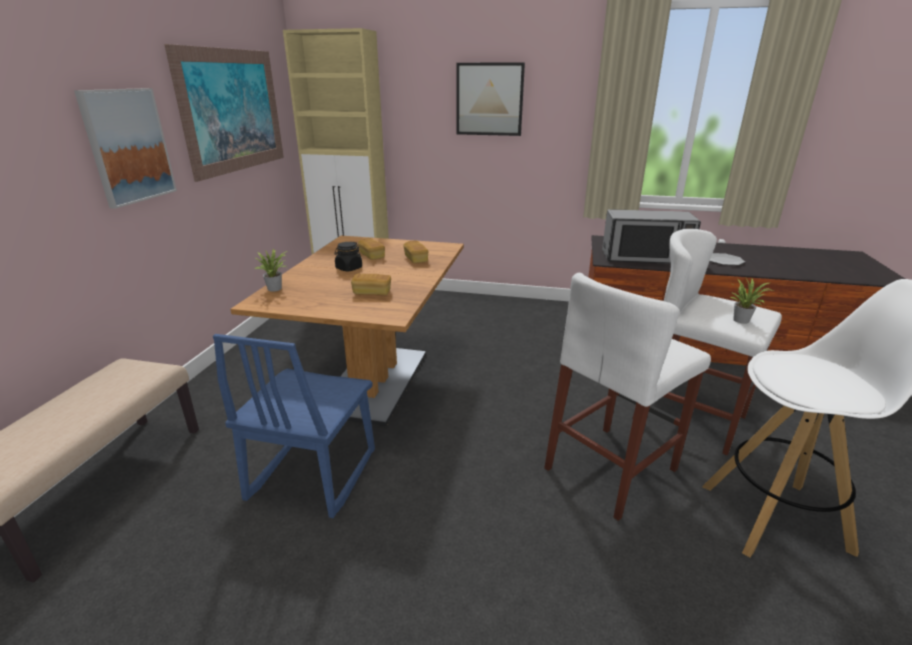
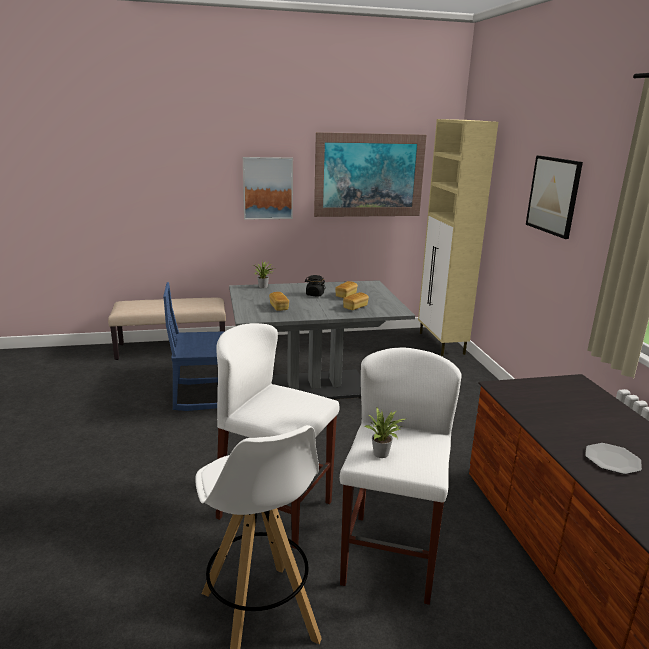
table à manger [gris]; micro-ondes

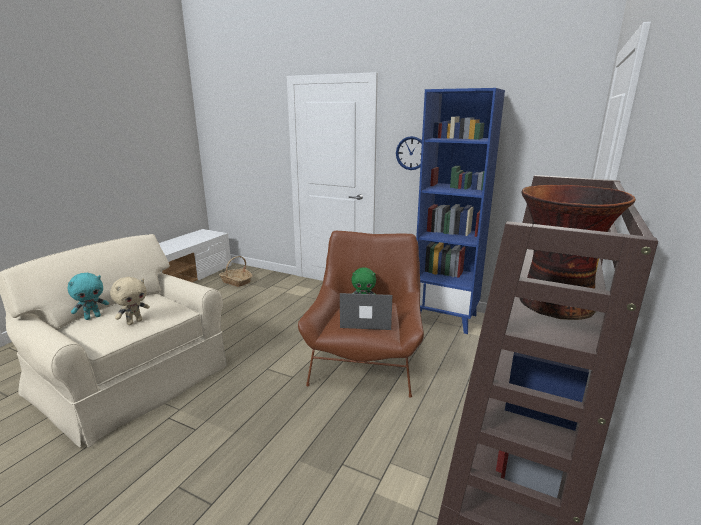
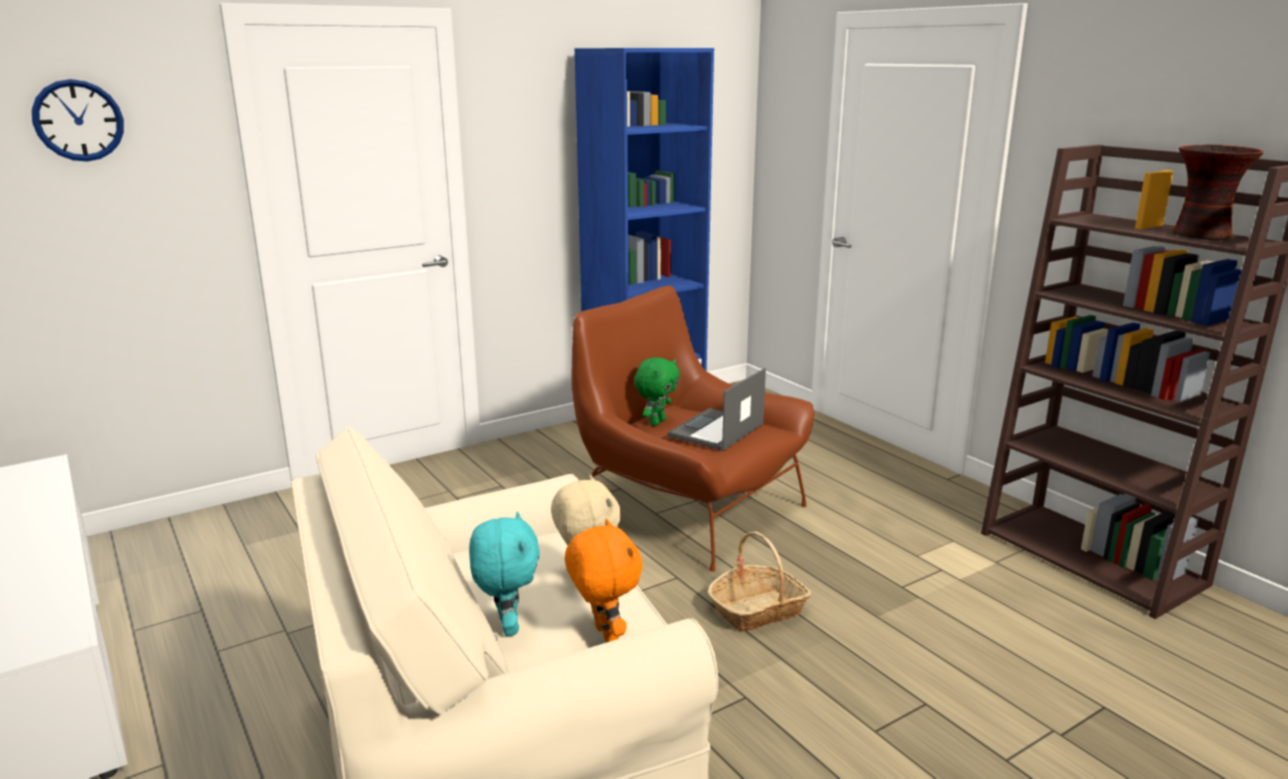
panier; horloge murale; peluche [orange]

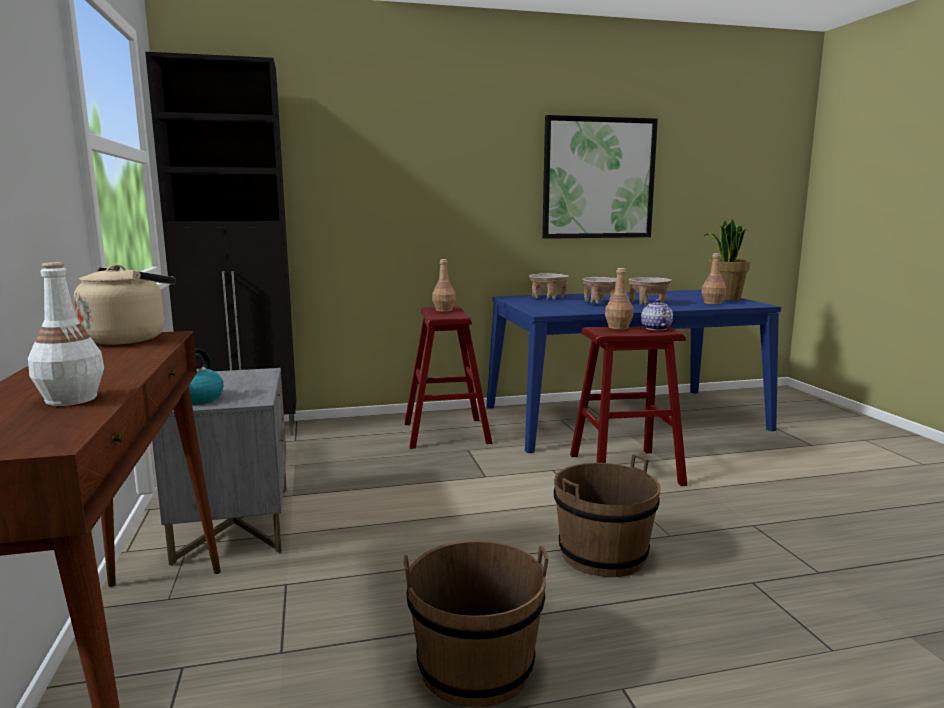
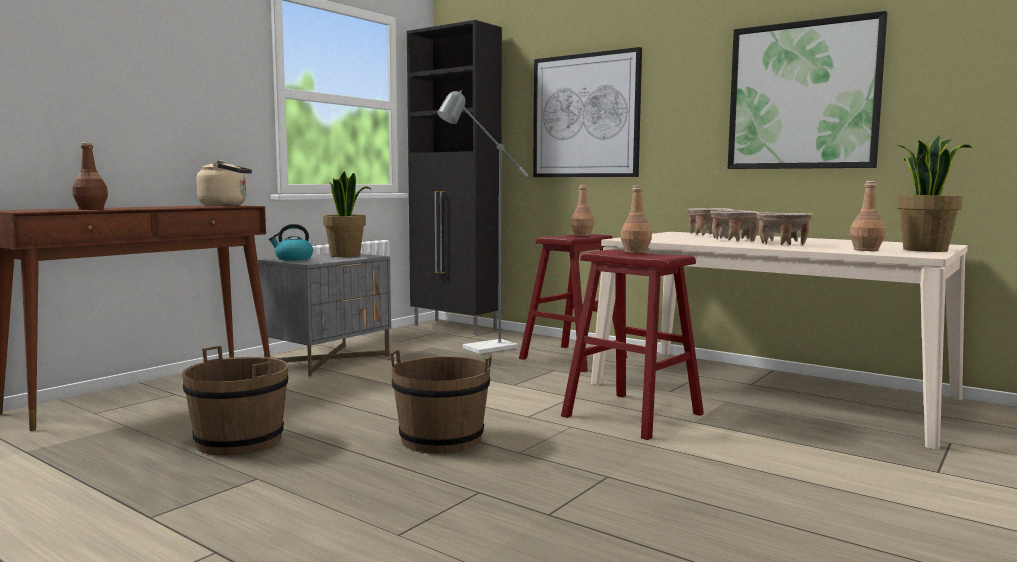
bouteille [marron] (no. 1 from left); table à manger [beige]; théière; plante en pot (no. 1 from left); lampadaire [gris]; tableau (no. 1 from left)

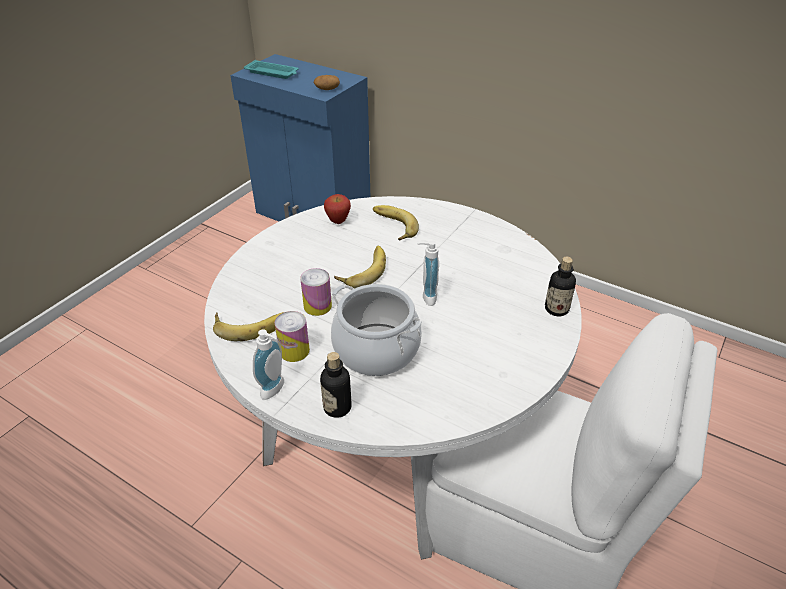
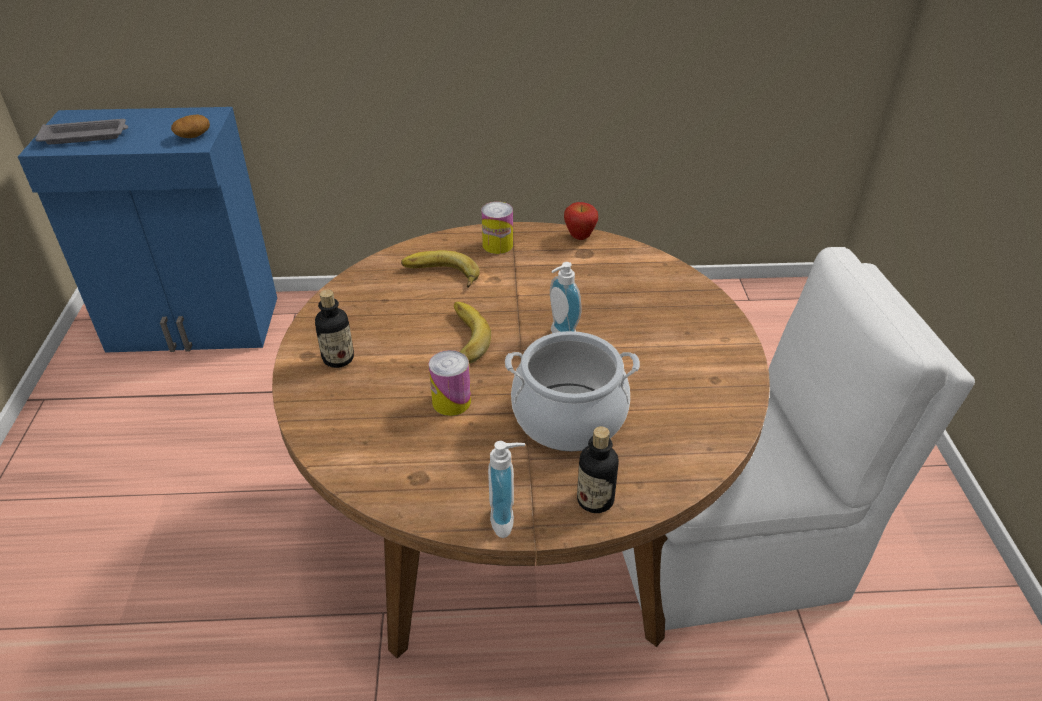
table à manger [marron]; banane (no. 1 from left in the first image); plateau [gris]; boîte métallique (no. 2 from left); pomme; bouteille (no. 1 from left)

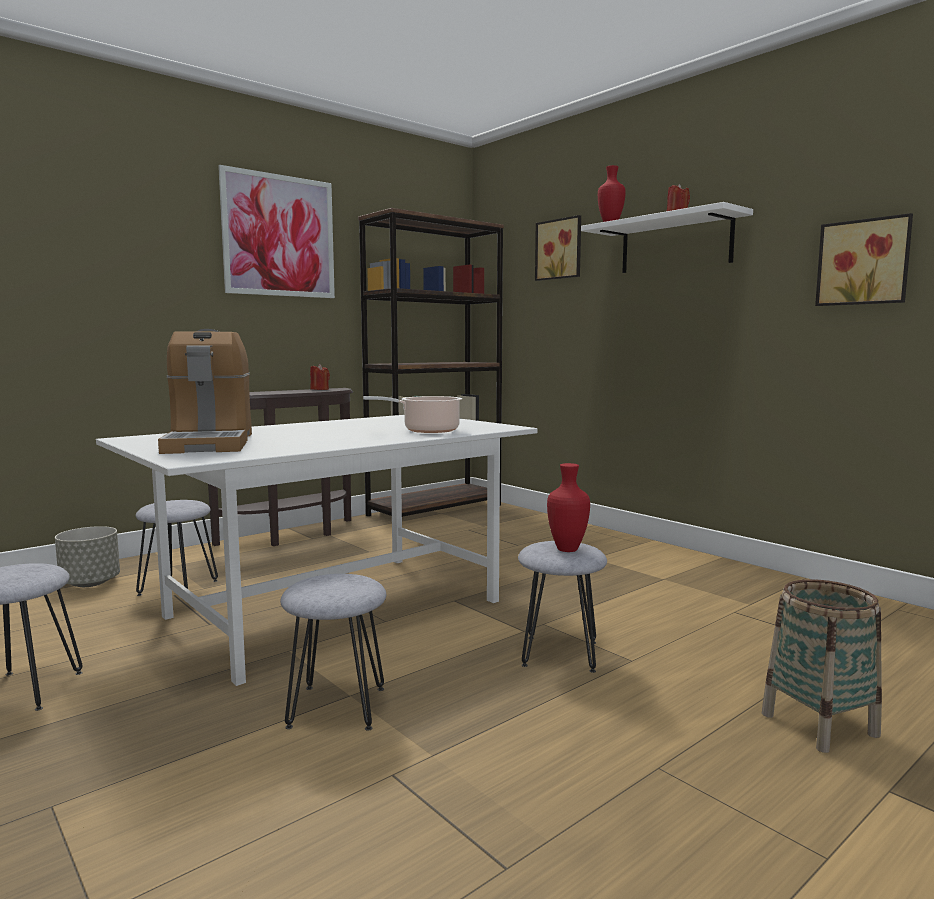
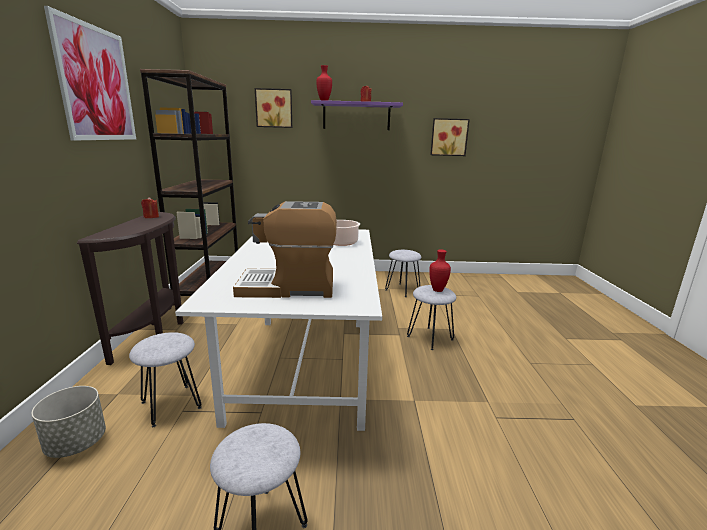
machine à café; tabouret [gris] (no. 3 from left); étagère [violet]; panier

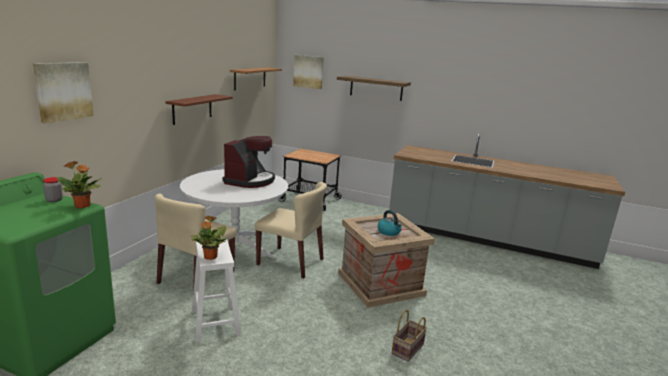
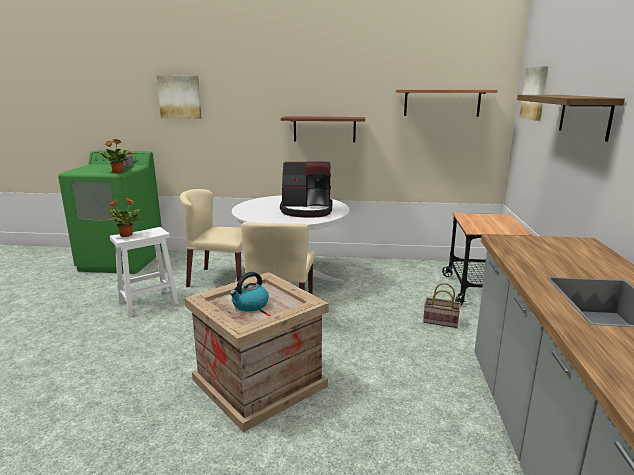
panier

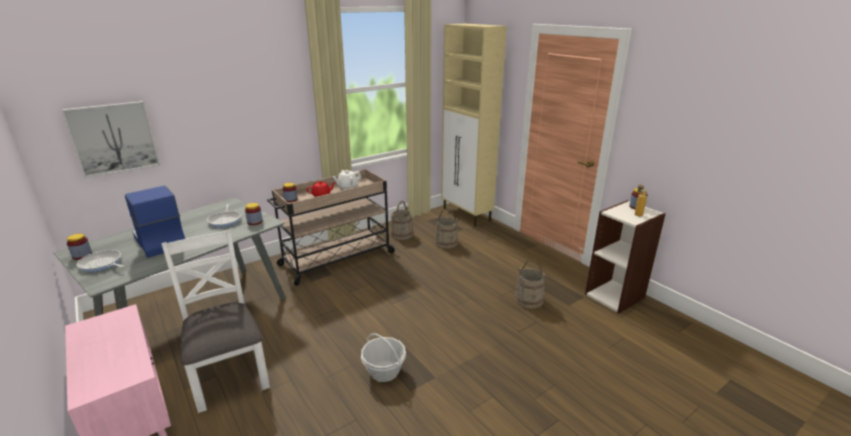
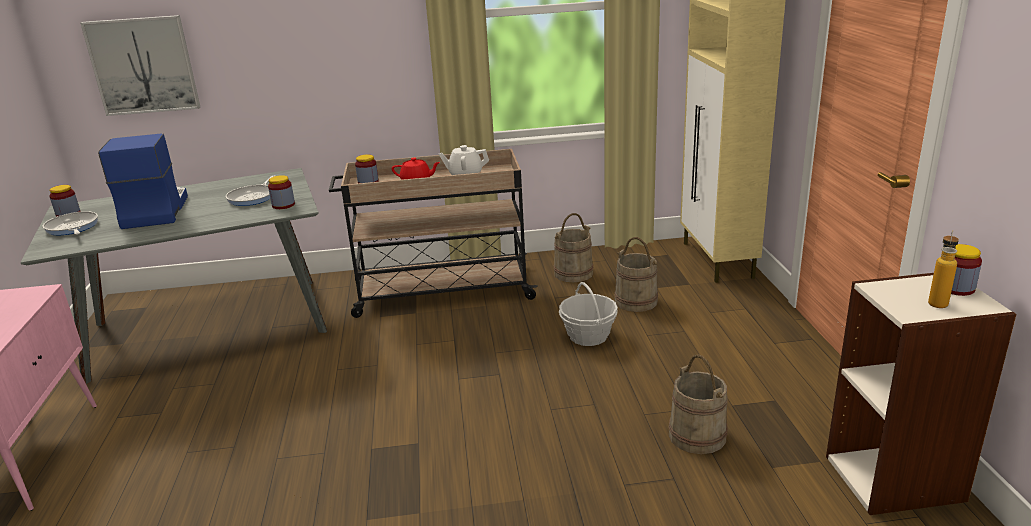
chaise [blanc]; panier

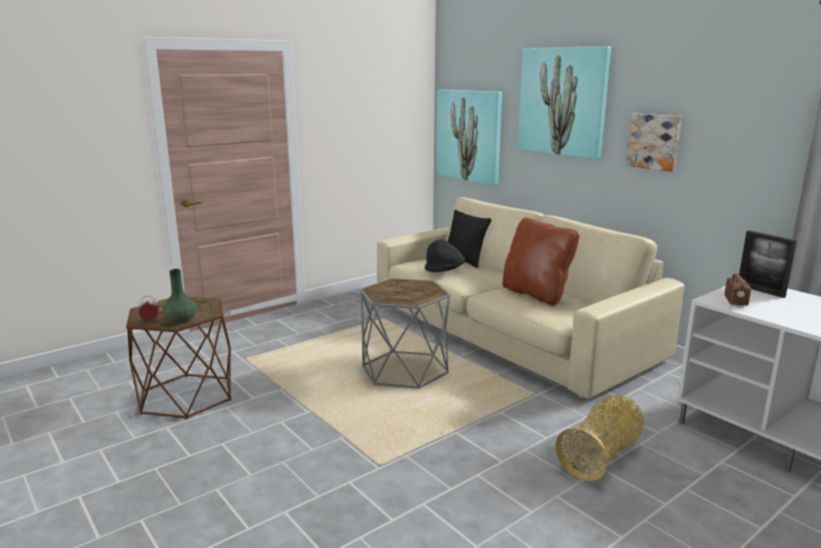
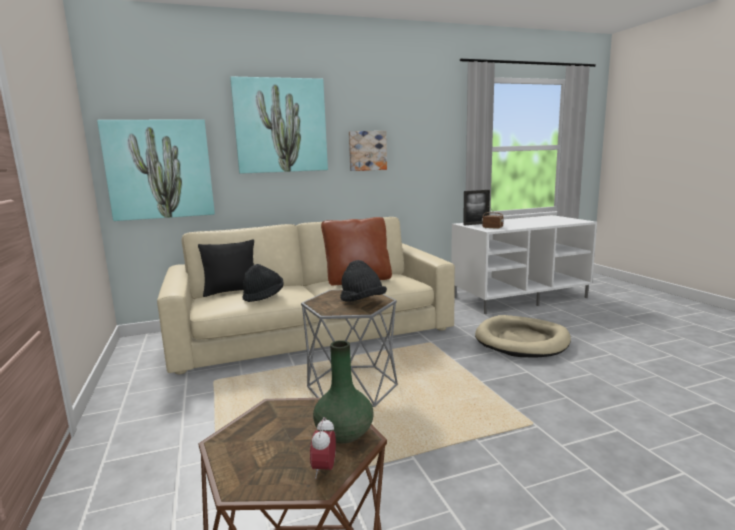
panier pour chien [beige]; chapeau [noir] (no. 2 from left)

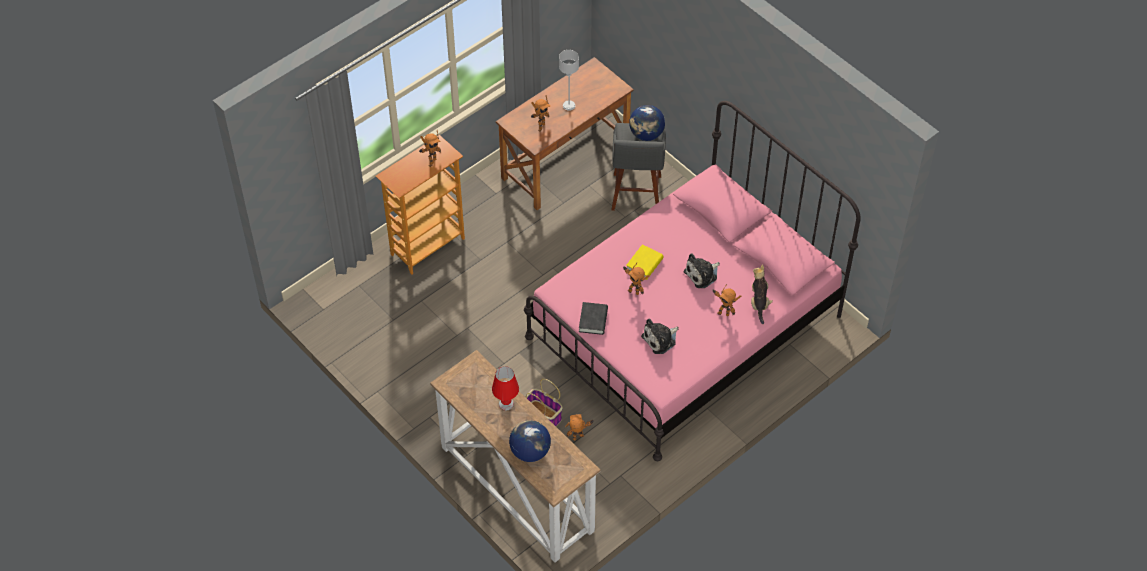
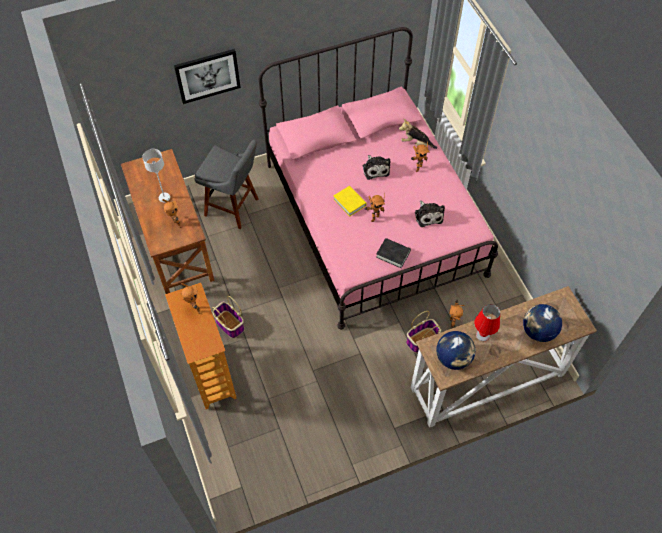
globe (no. 1 from left); tableau; panier (no. 1 from left)

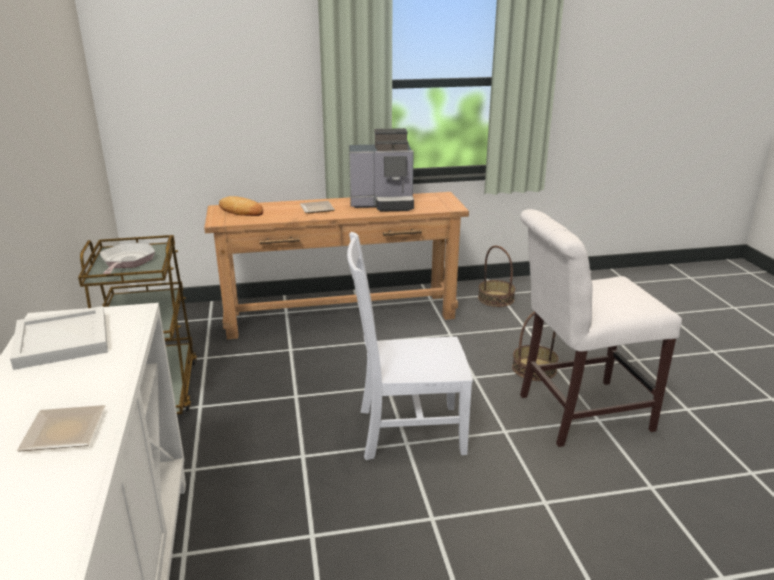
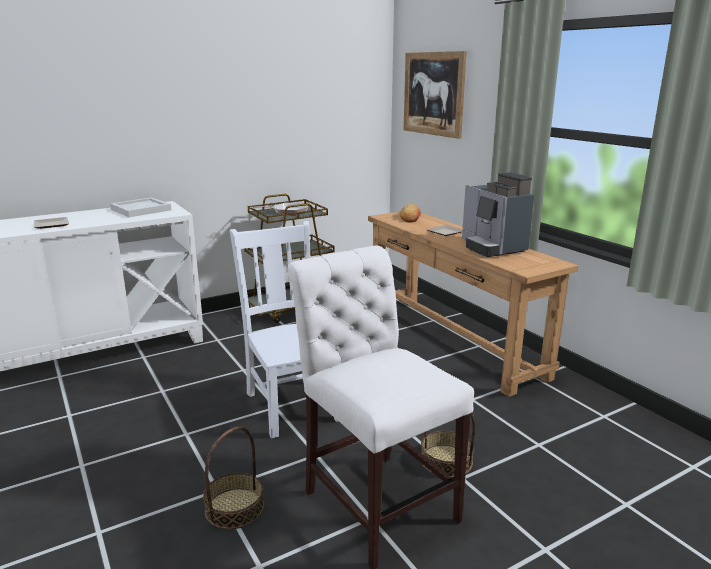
panier (no. 1 from left); tableau

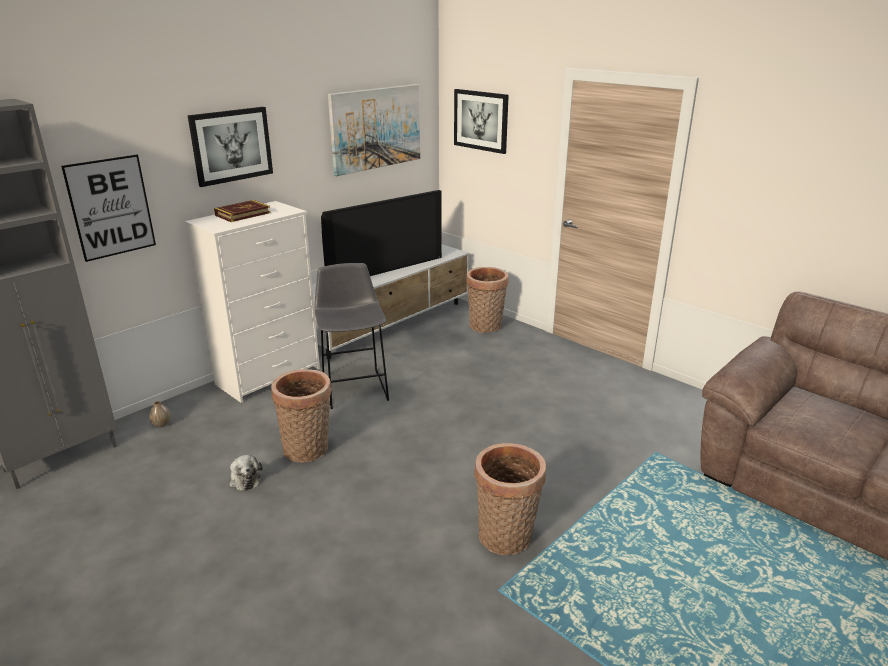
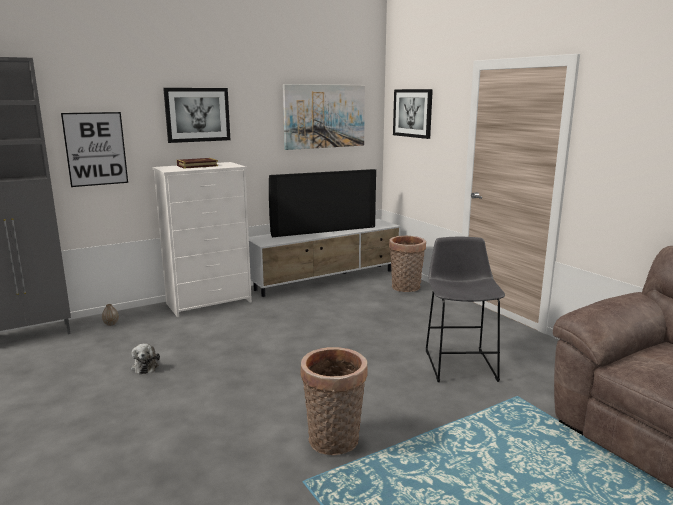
panier (no. 1 from left in the first image); tabouret [gris]

